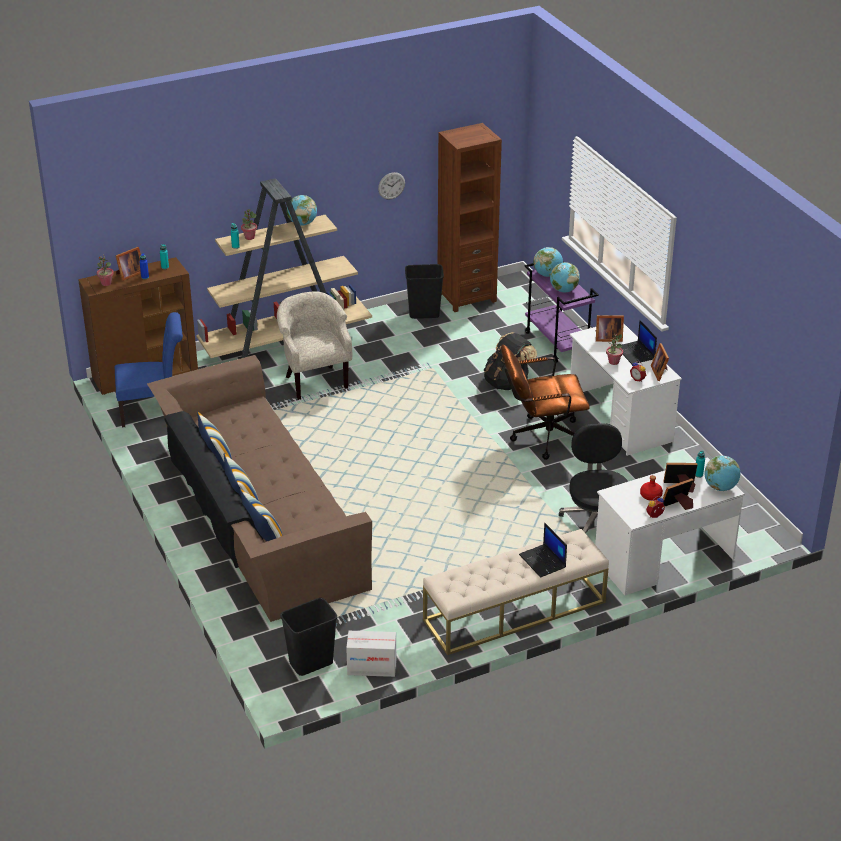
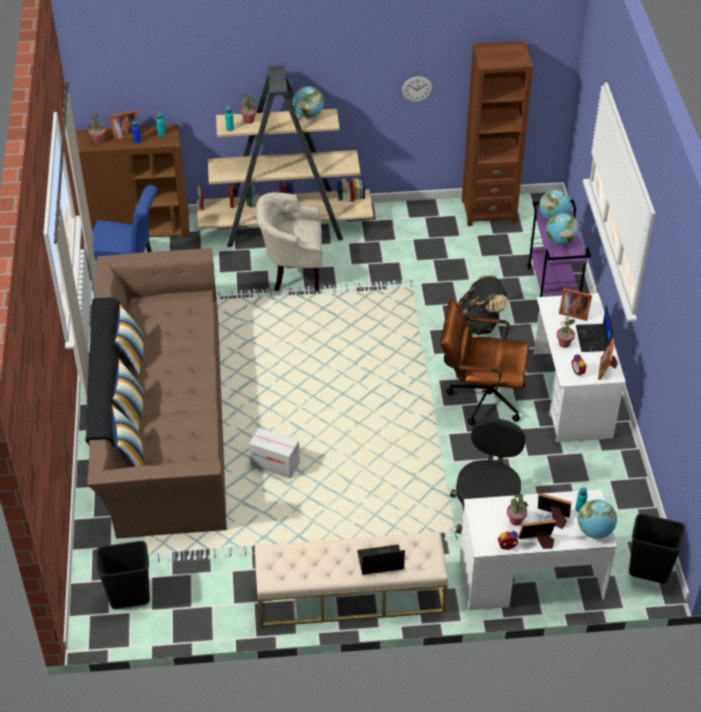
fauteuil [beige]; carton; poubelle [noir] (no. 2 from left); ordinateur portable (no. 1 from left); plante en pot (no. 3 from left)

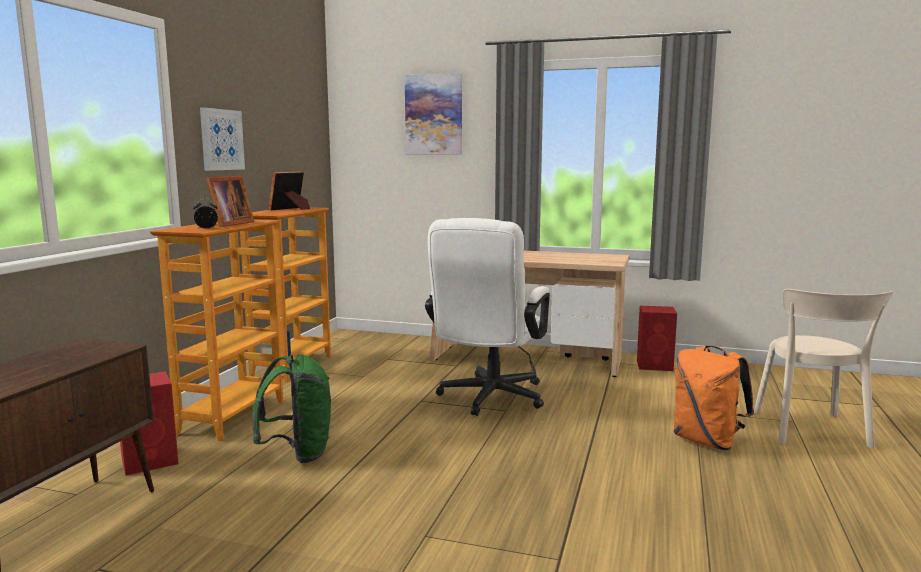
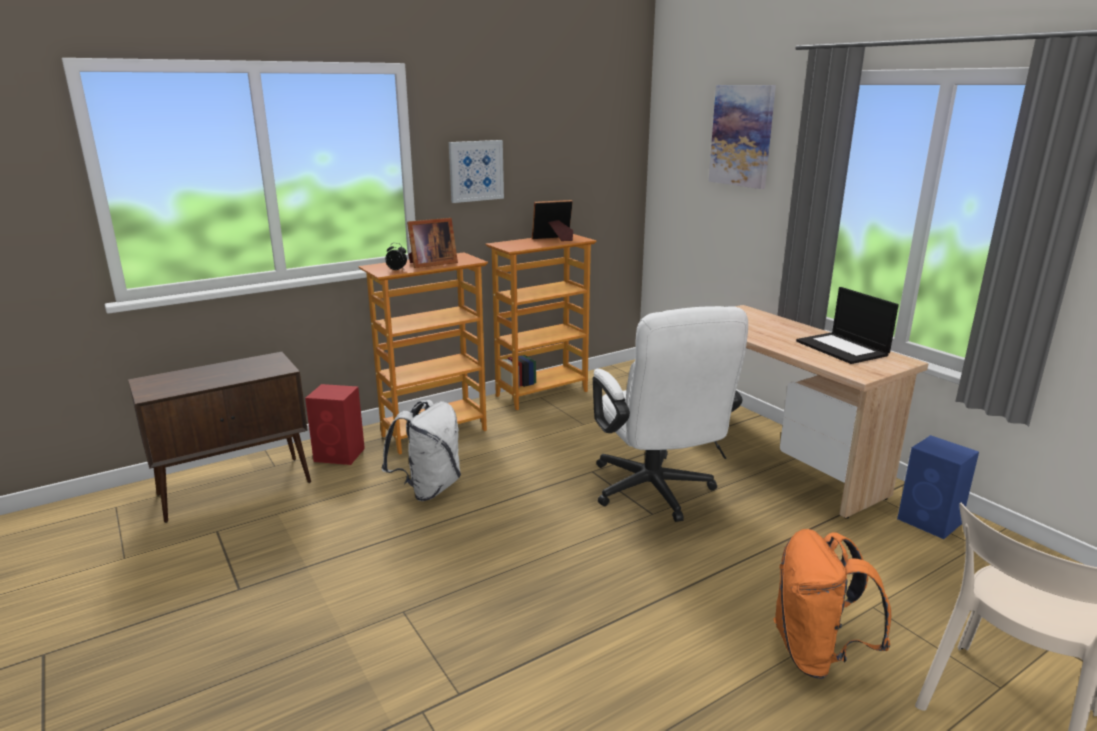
sac à dos [blanc]; chaise de bureau [blanc]; enceinte [bleu]; ordinateur portable

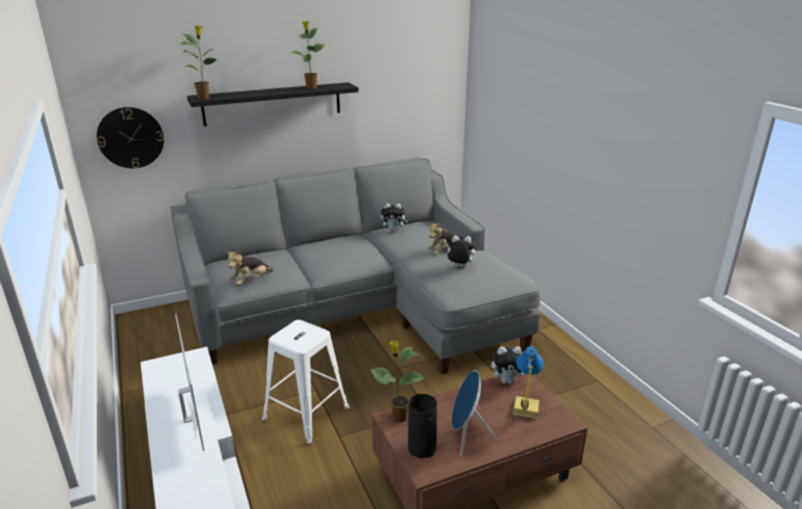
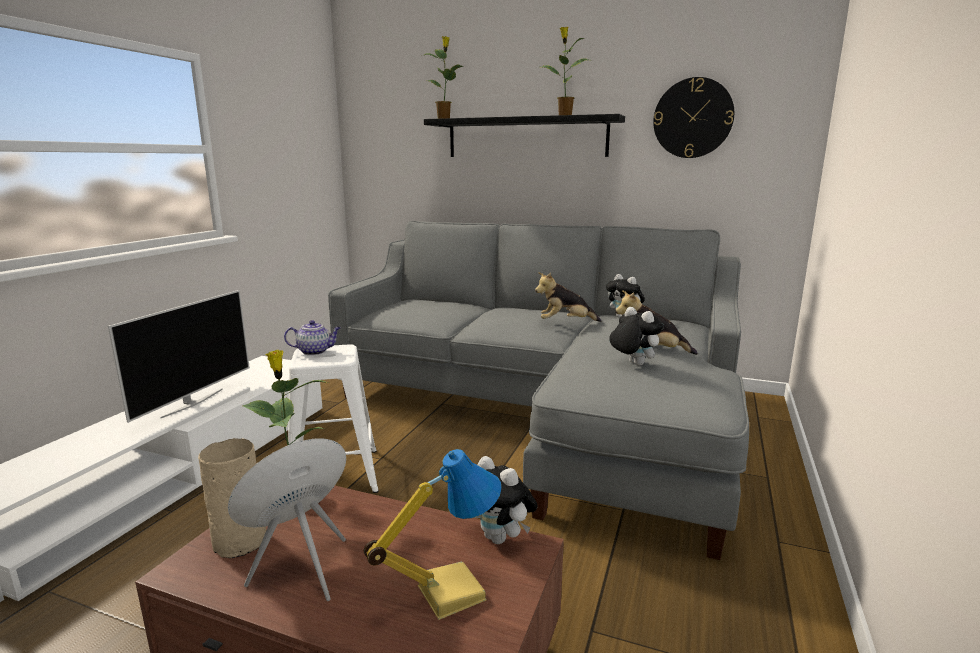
horloge murale; peluche (no. 2 from left); vase [beige]; théière

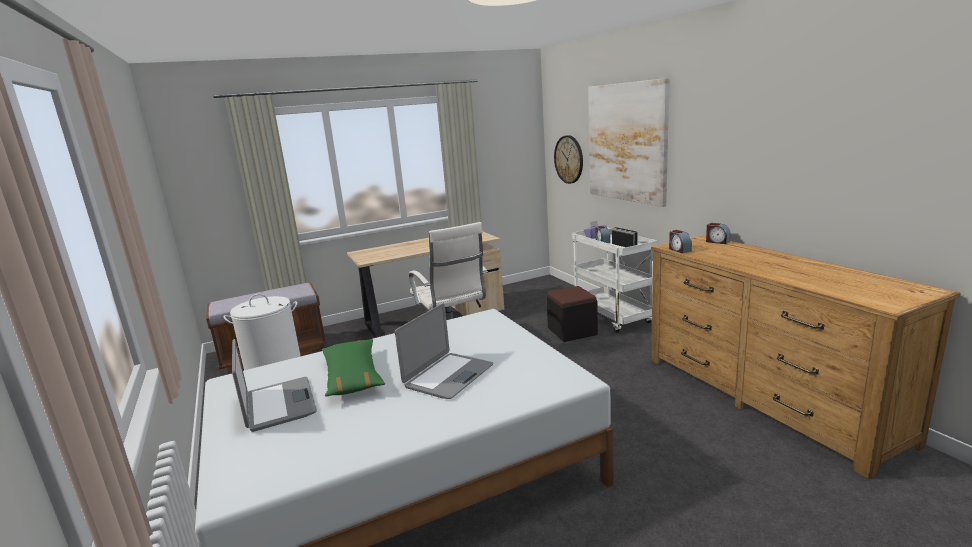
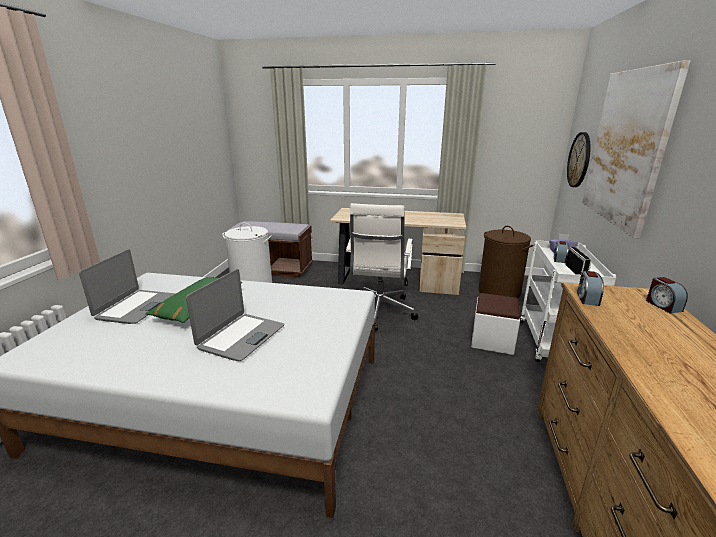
ordinateur portable (no. 2 from left); pouf [blanc]; panier à linge [marron]

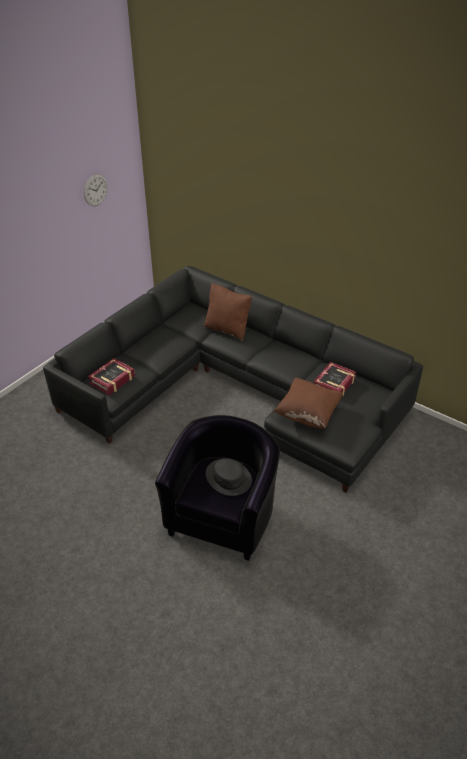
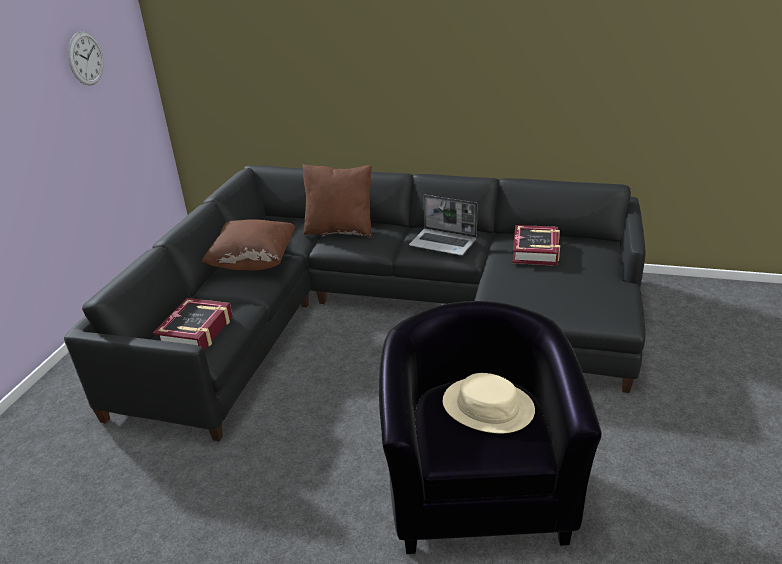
chapeau [beige]; coussin [marron] (no. 1 from left); ordinateur portable

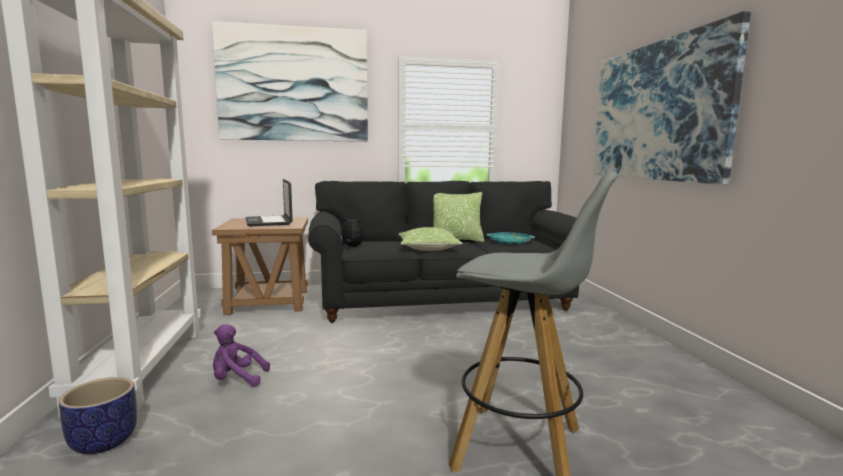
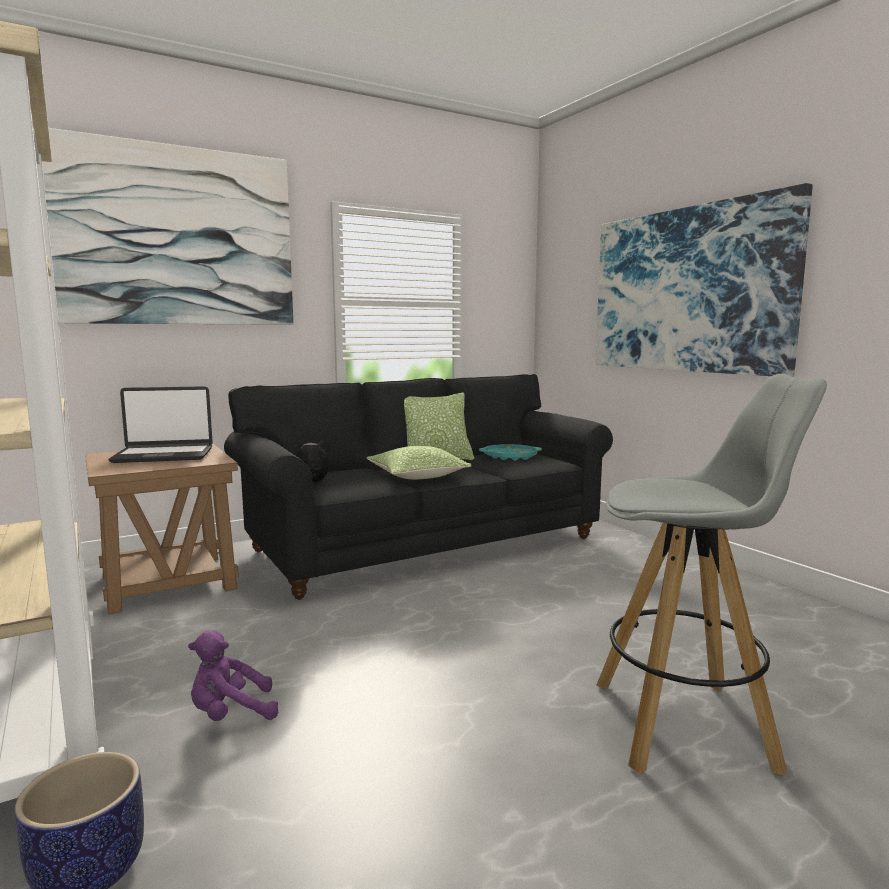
ordinateur portable

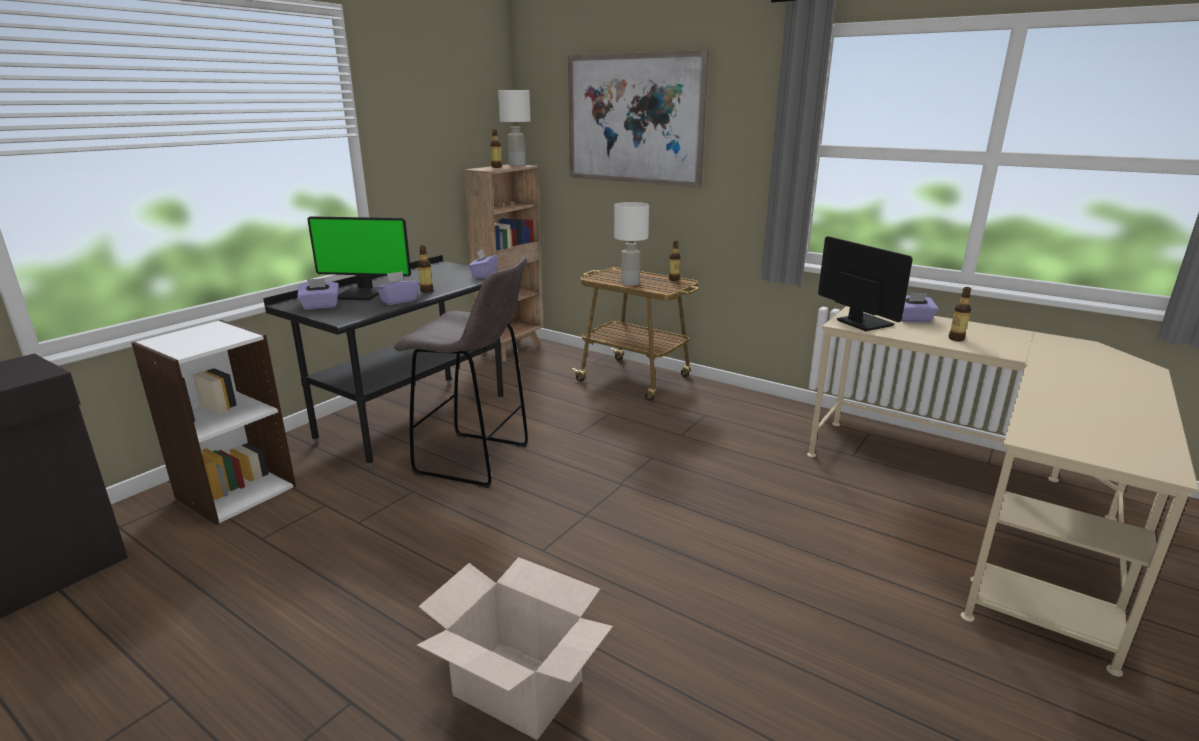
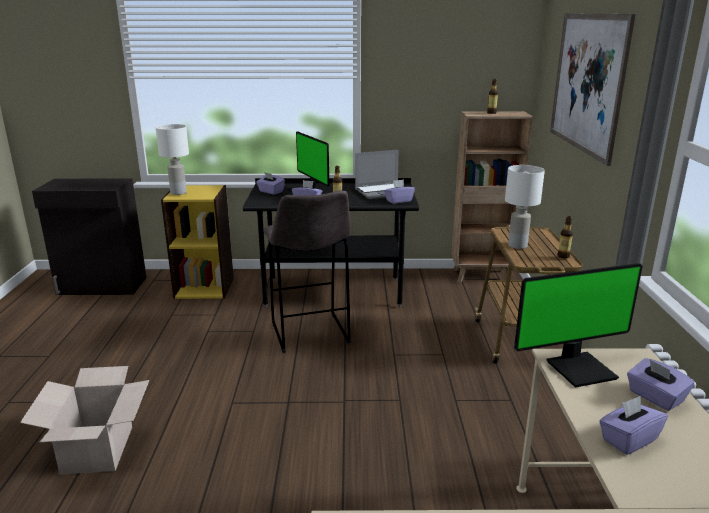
bibliothèque [jaune]; lampe de table [blanc] (no. 1 from left); écran d'ordinateur (no. 2 from left); boîte à mouchoirs [violet] (no. 4 from left); ordinateur portable

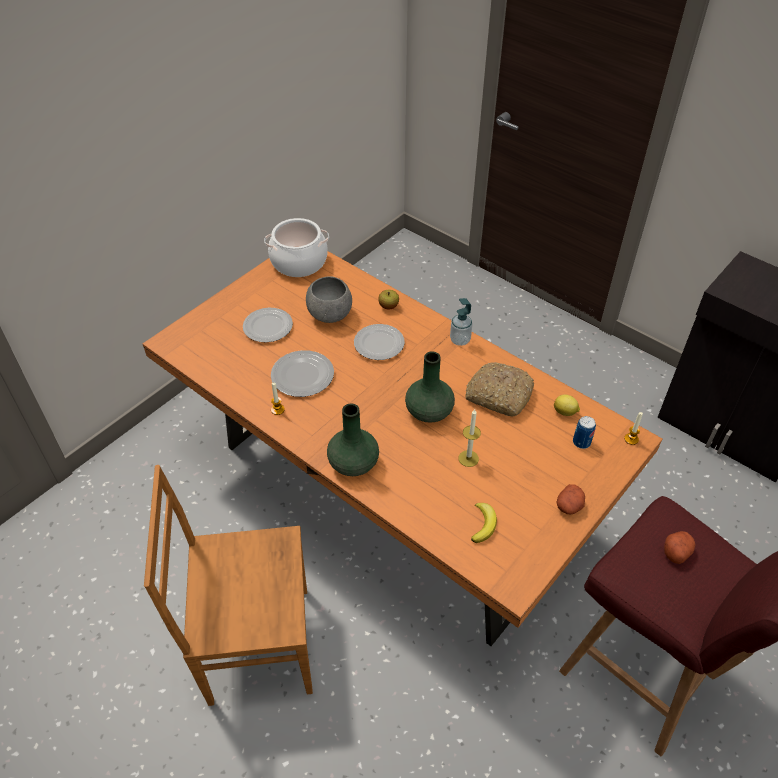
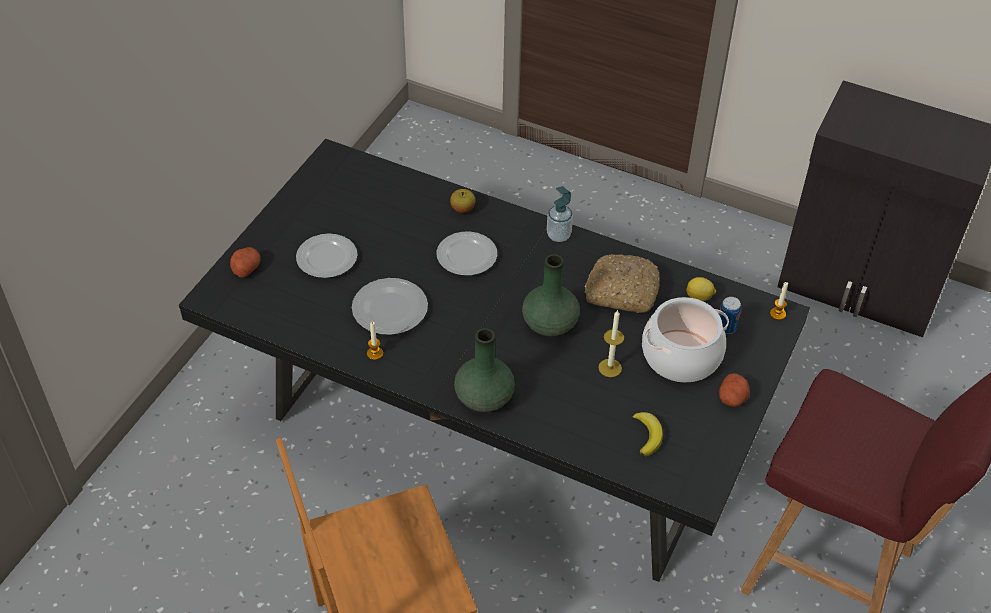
table à manger [noir]; marmite; bol [gris]; pomme de terre (no. 1 from left)

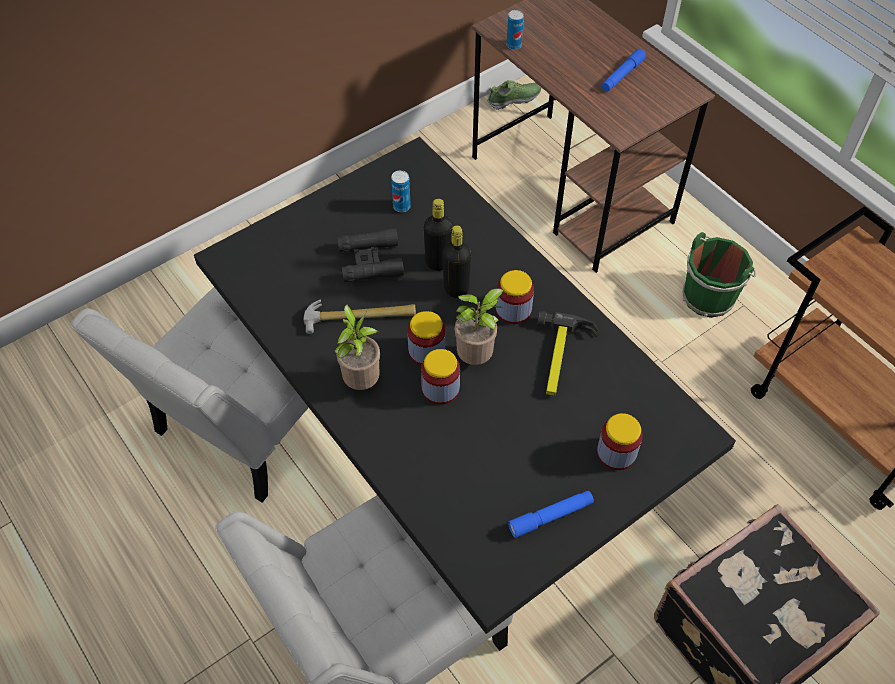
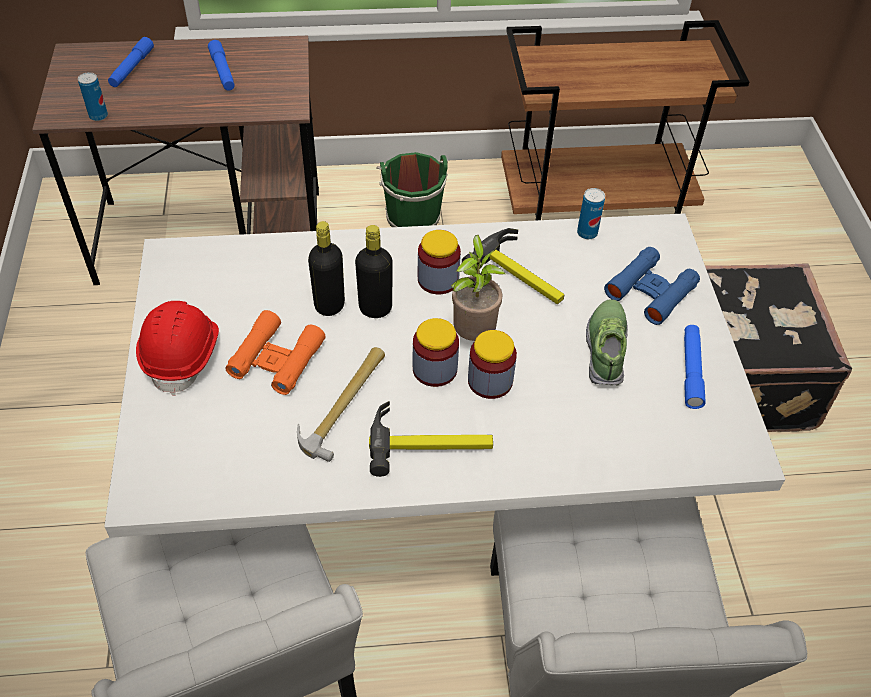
table à manger [blanc]; marteau (no. 2 from left); jumelles [orange]; boîte métallique (no. 2 from left); chaussure; jumelles [bleu]; lampe de poche [bleu] (no. 1 from left); casque de chantier [rouge]

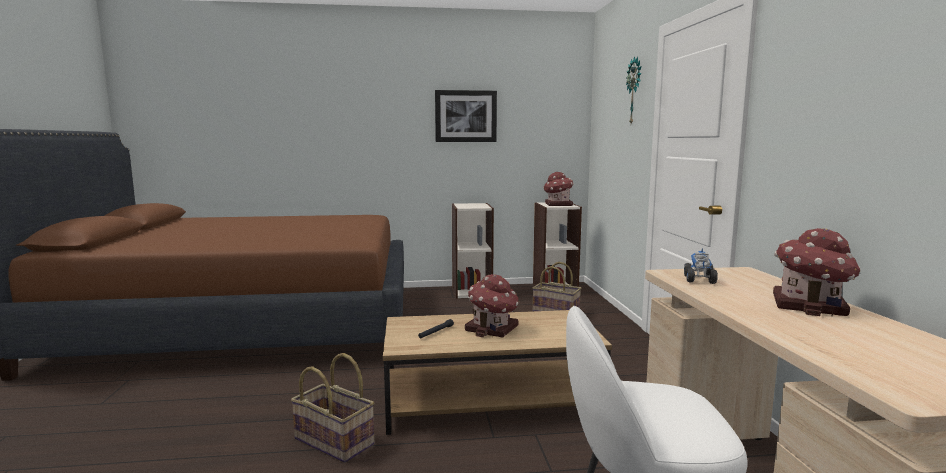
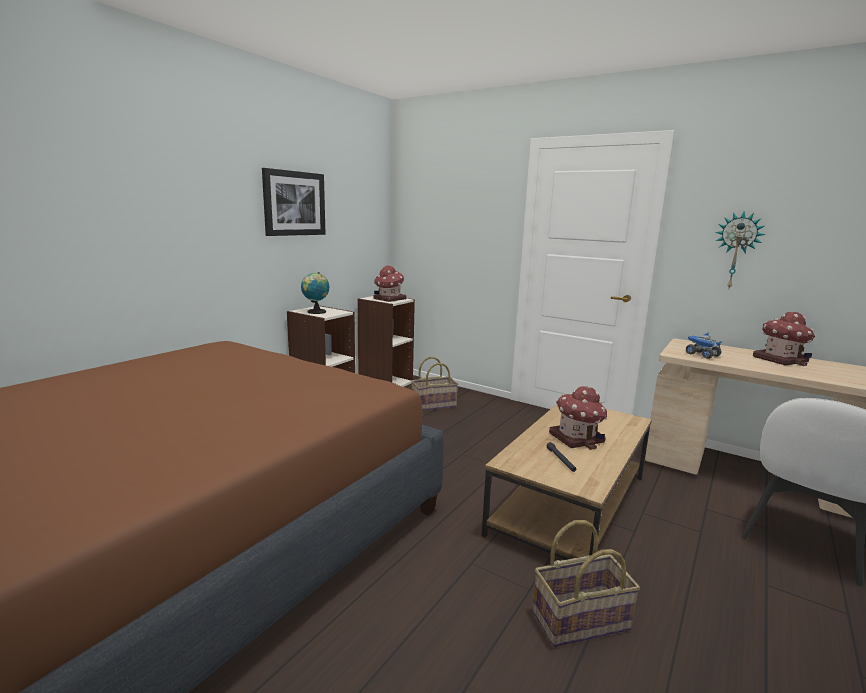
horloge murale; globe

